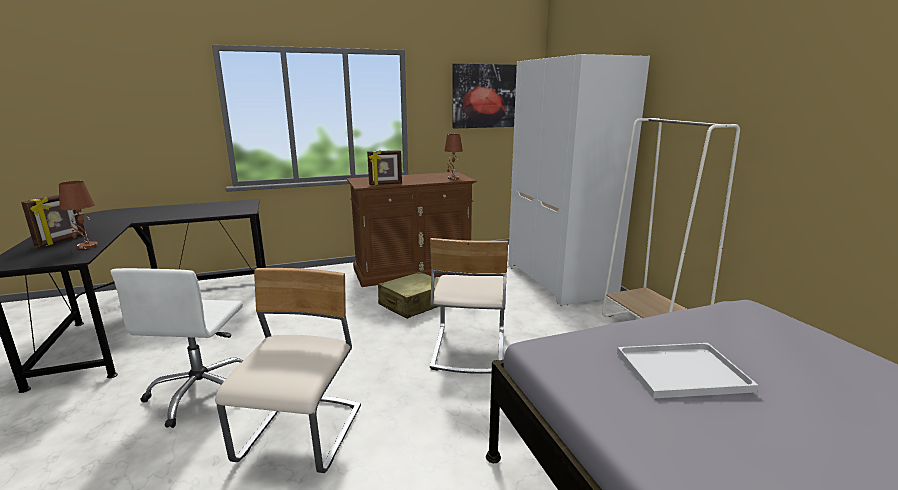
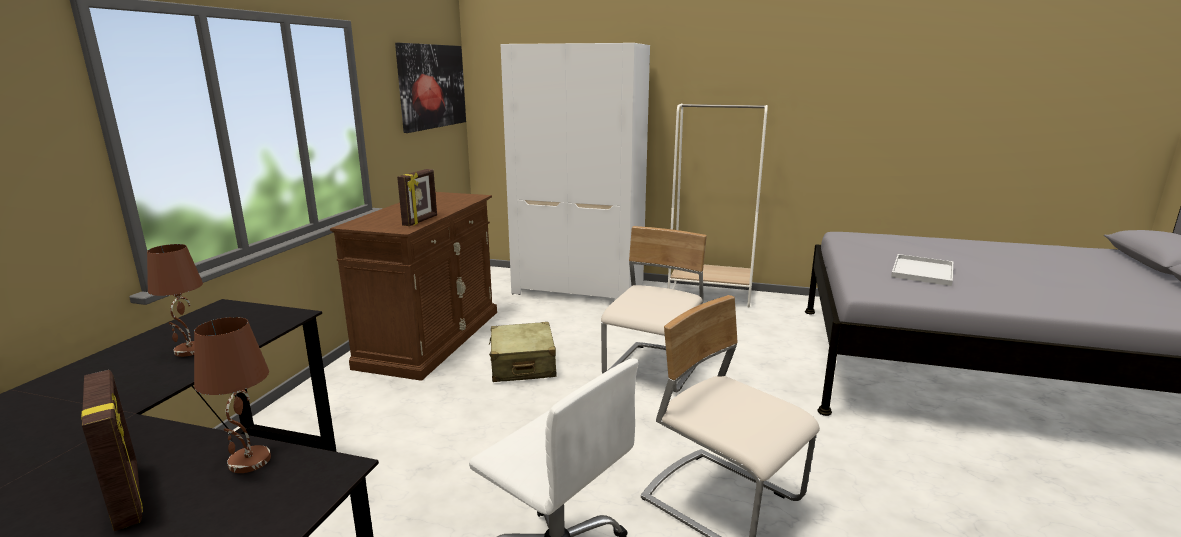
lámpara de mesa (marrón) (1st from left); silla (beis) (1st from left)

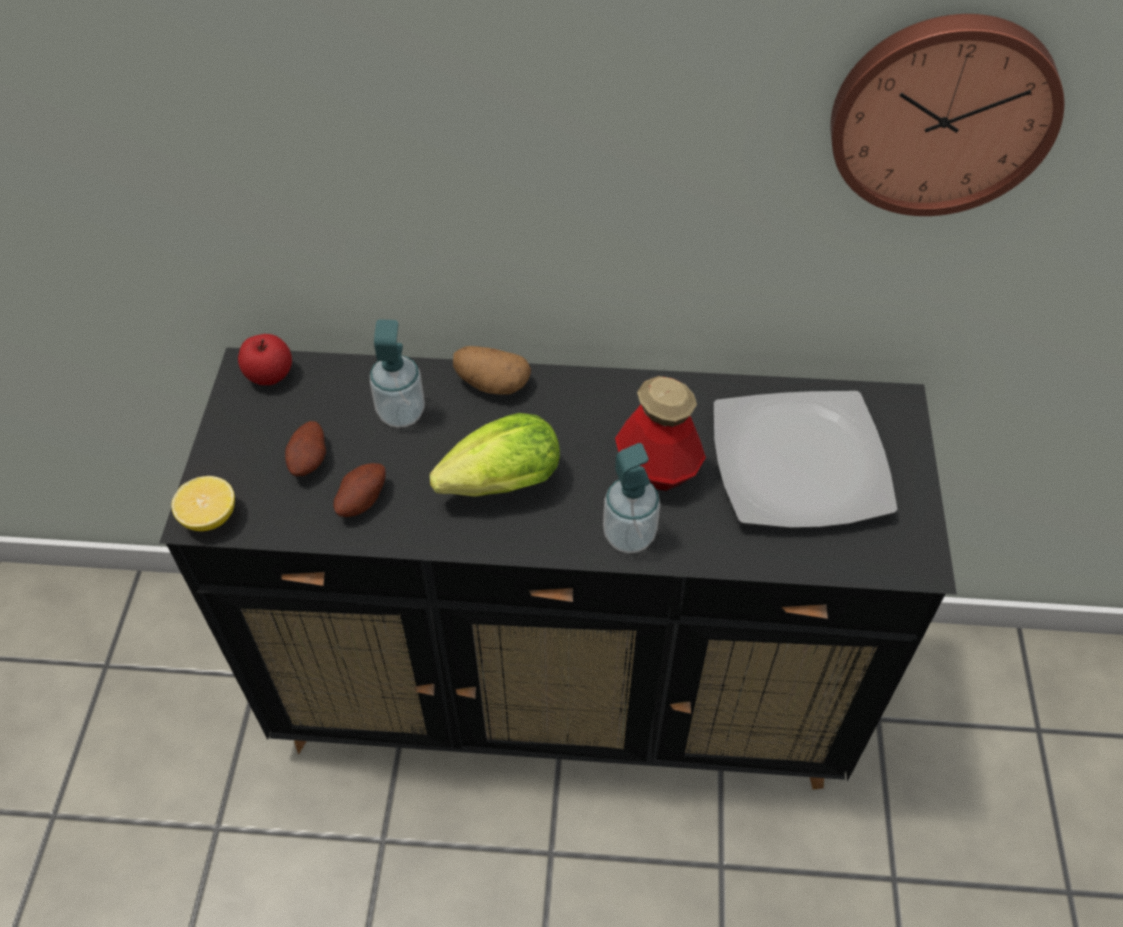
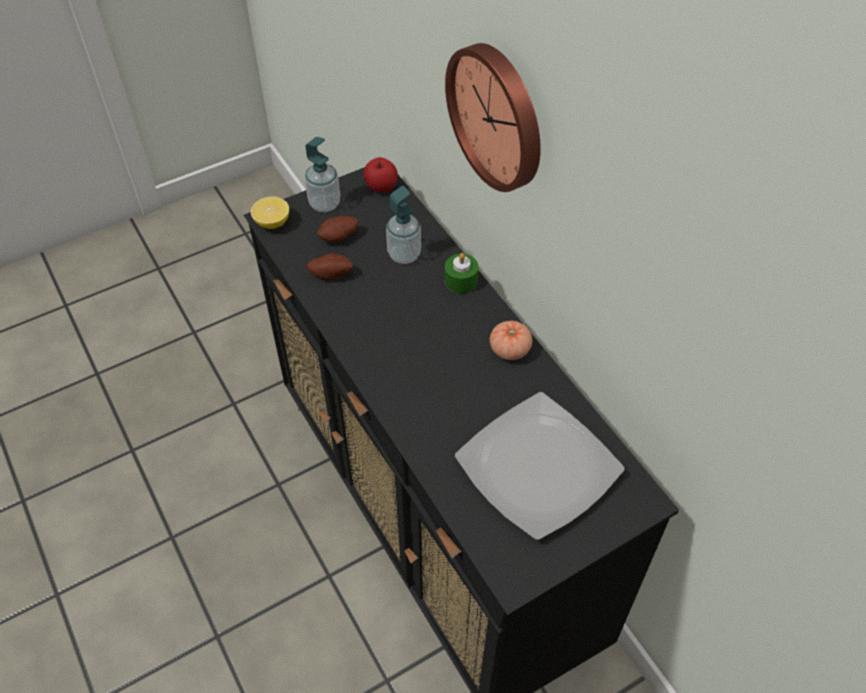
dispensador de jabón (1st from left); reloj de pared; vela (verde); tomate; lechuga; botella

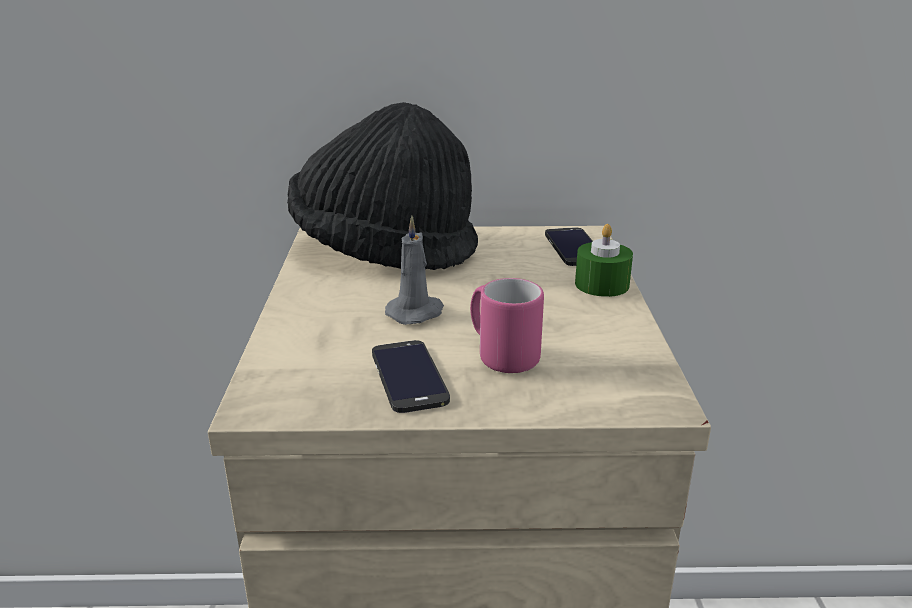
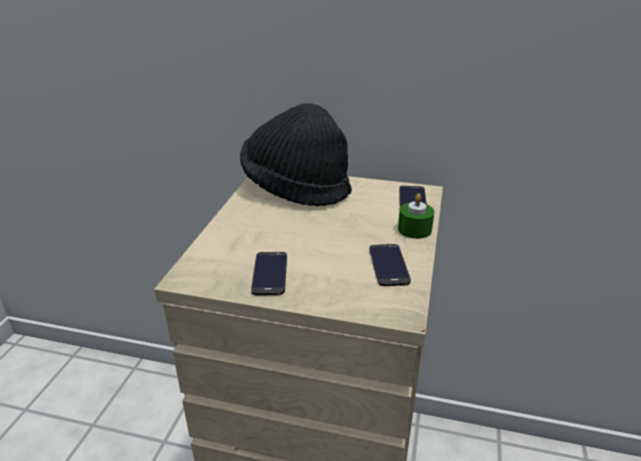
móvil (2nd from left); vela (gris); taza grande (rosa)

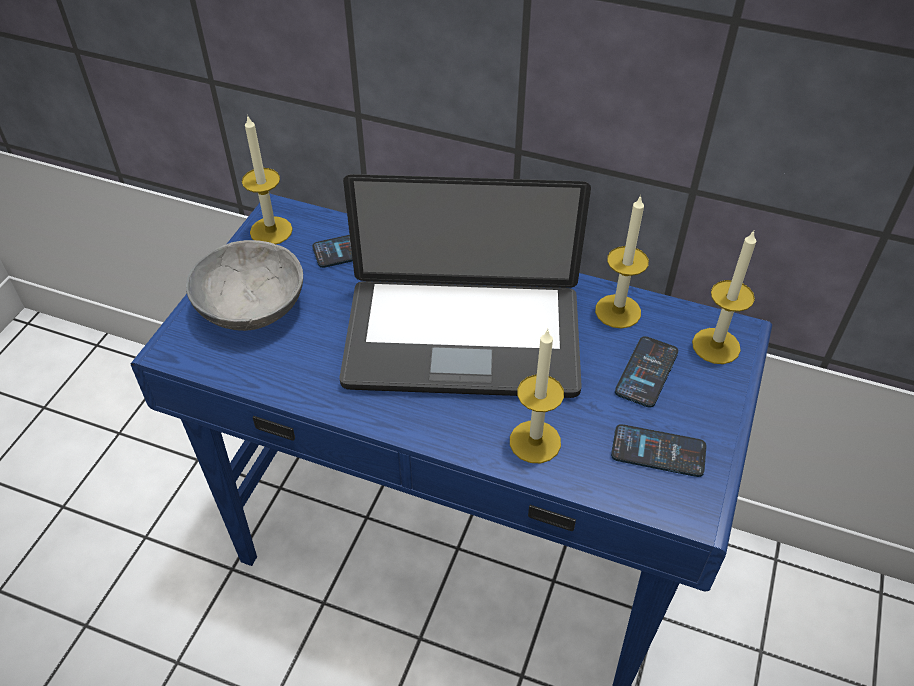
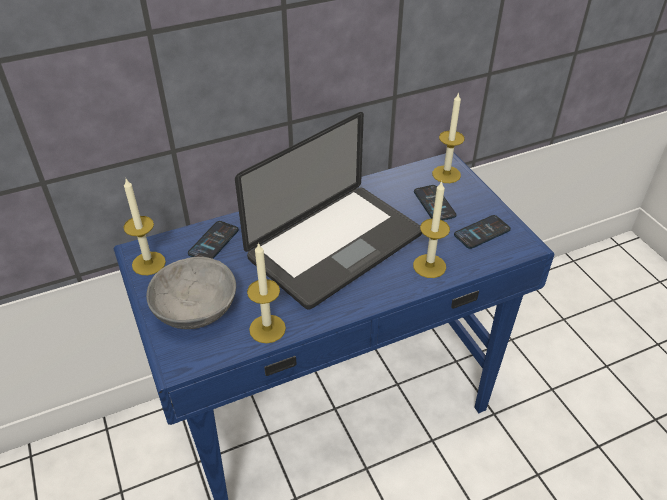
vela (2nd from left)

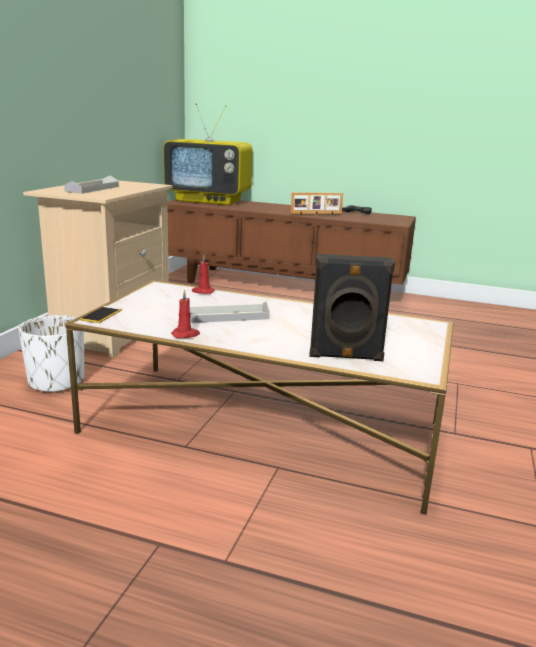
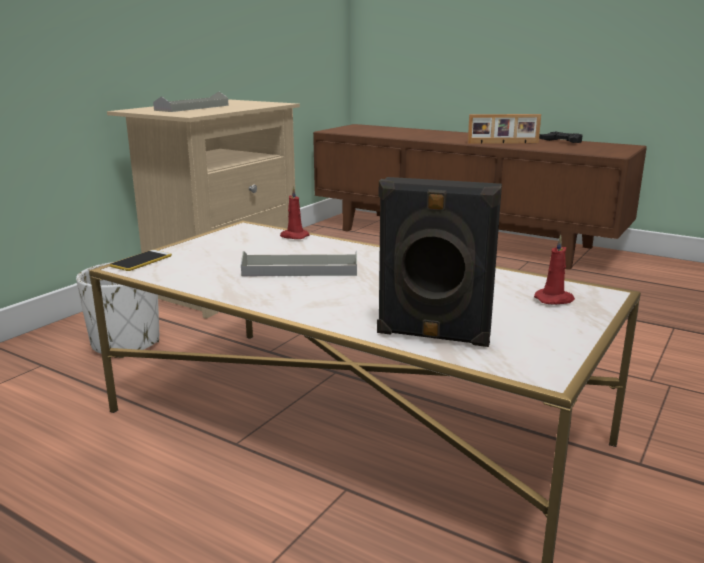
vela (rojo) (2nd from left); televisor

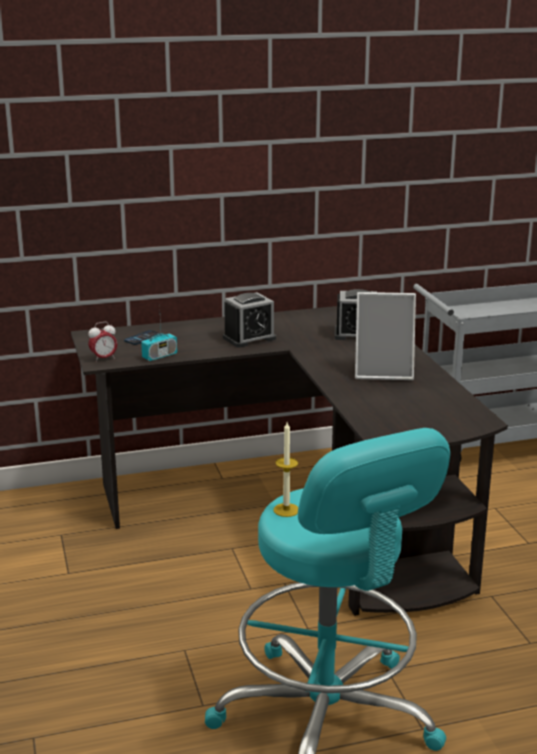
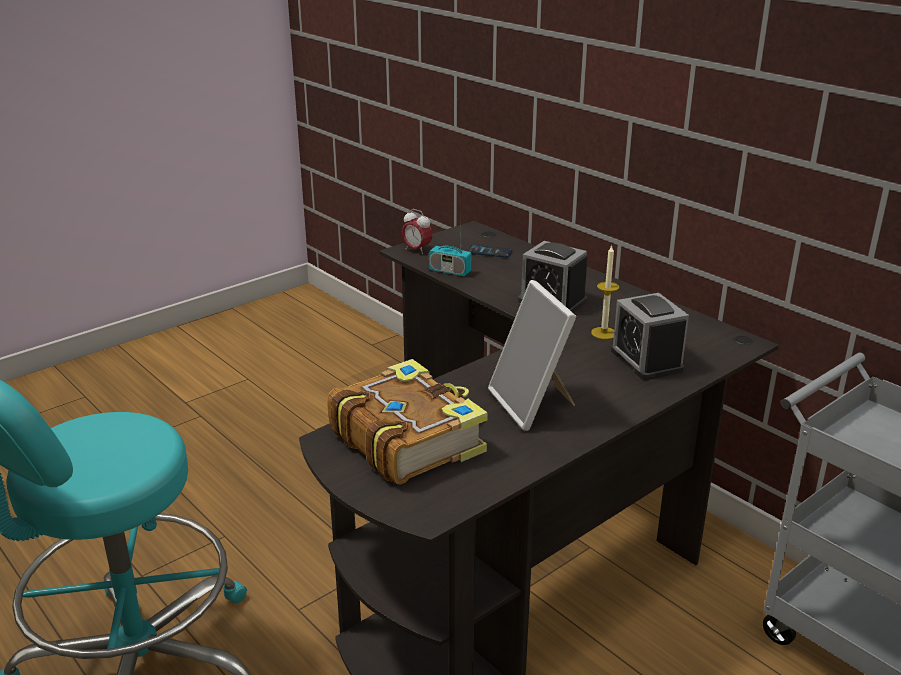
libro; vela

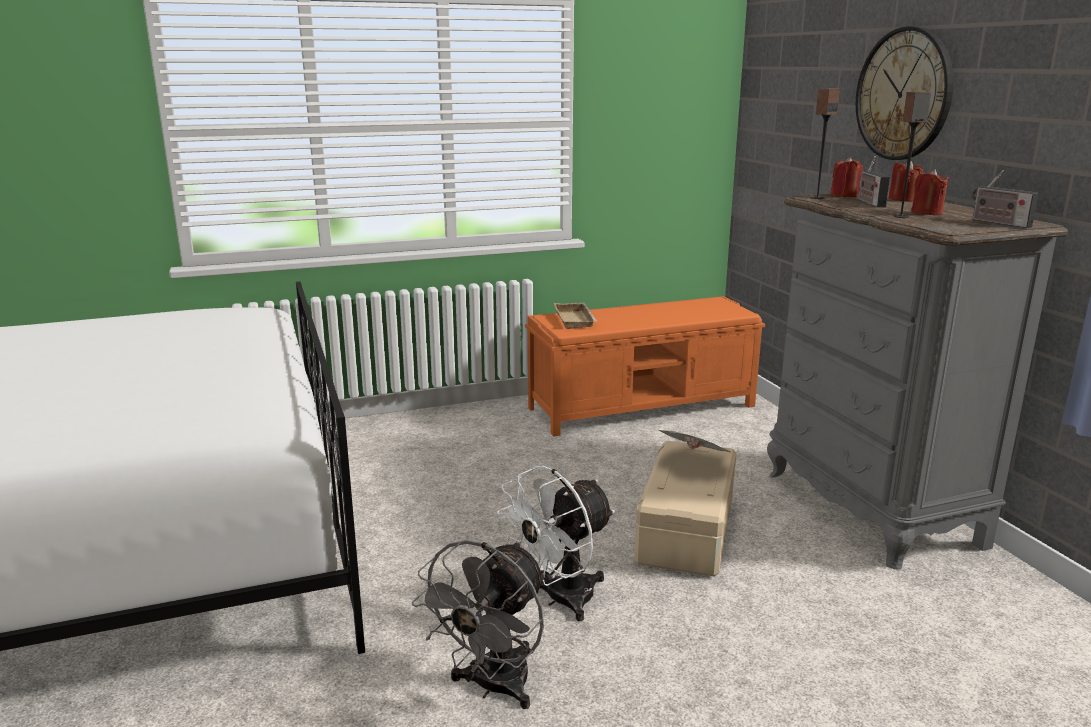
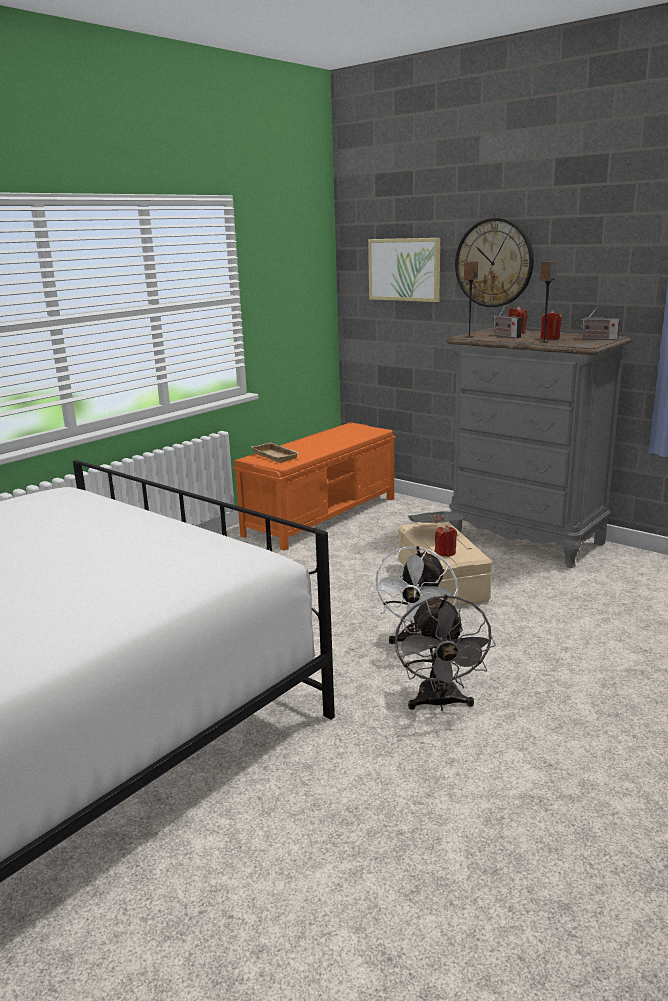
cuadro; vela (rojo) (1st from left)

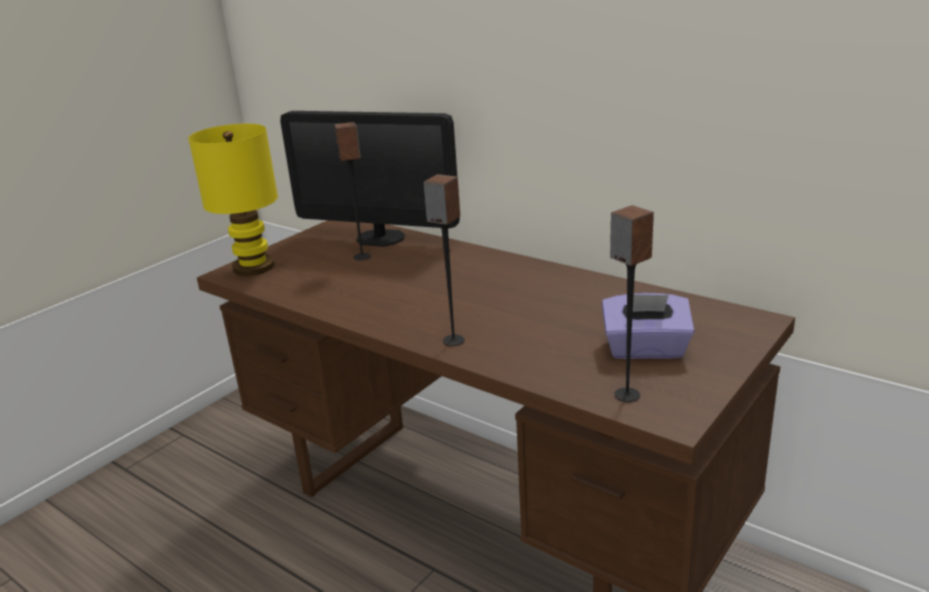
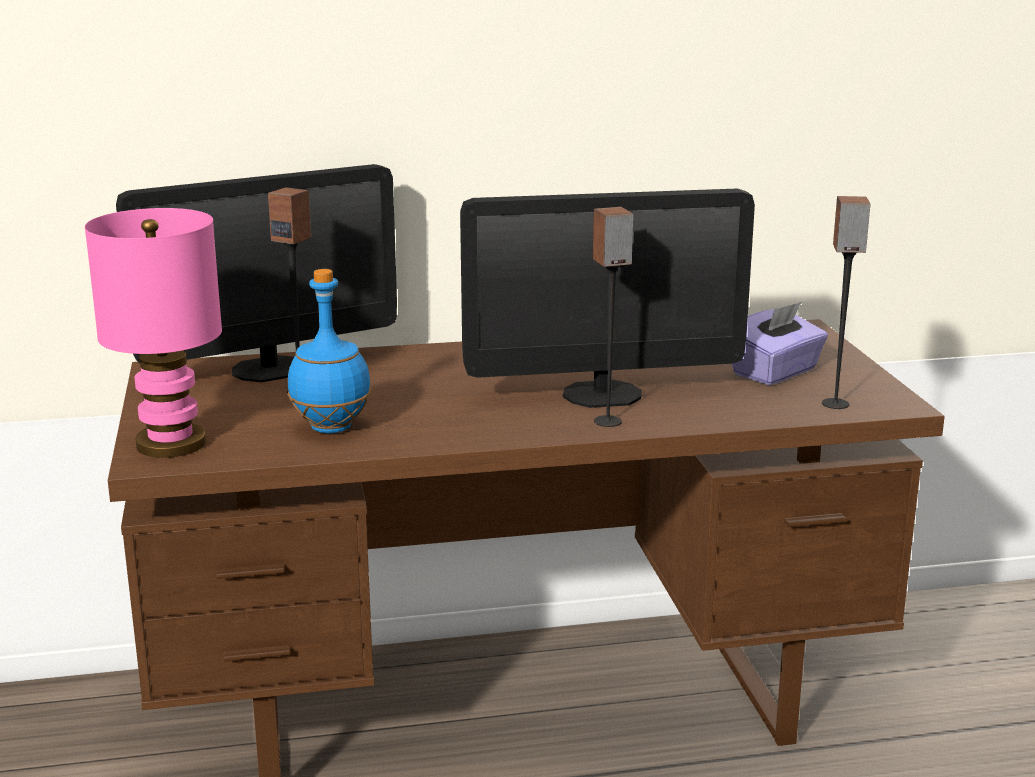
lámpara de mesa (rosa); botella (azul); monitor (2nd from left)

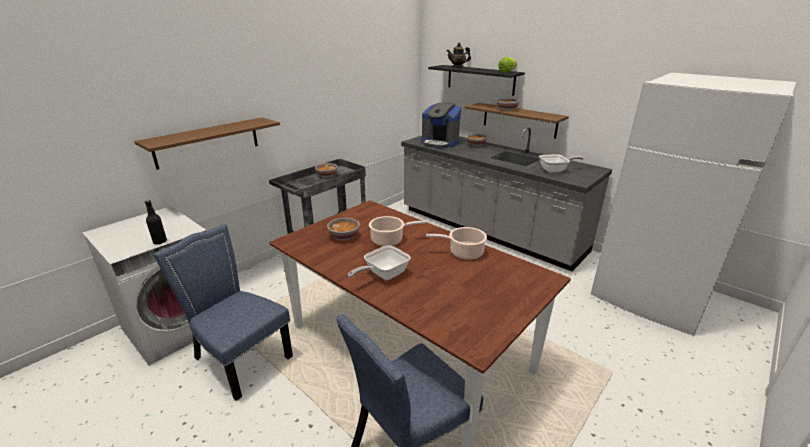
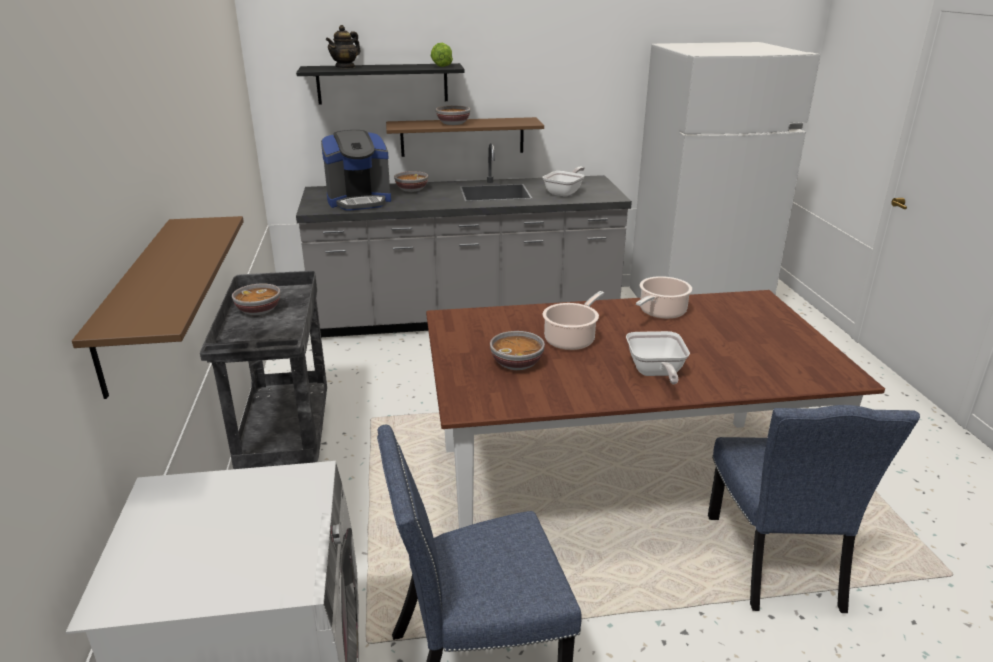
botella (negro)

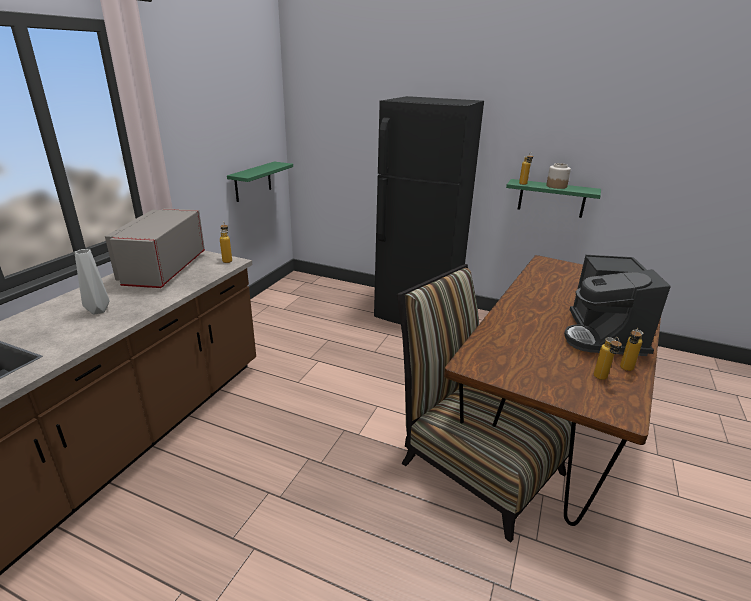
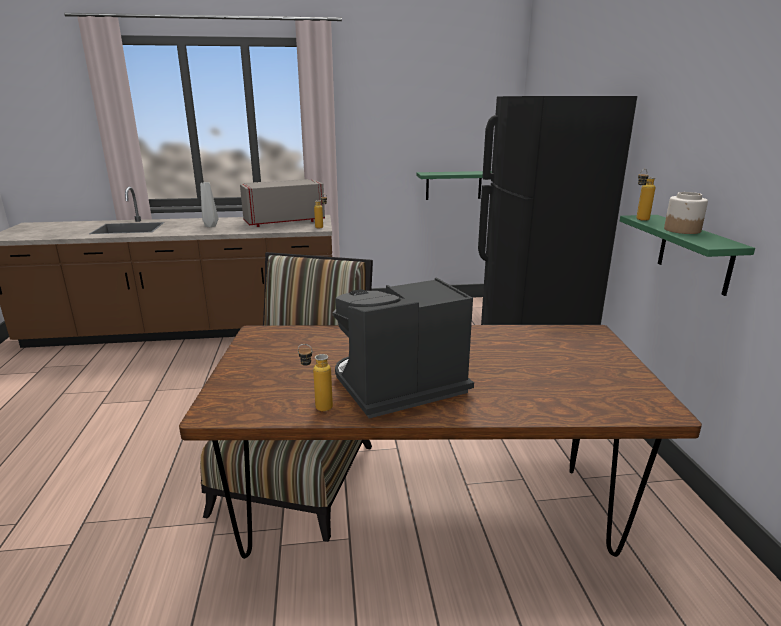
botella (3rd from left in the first image)

